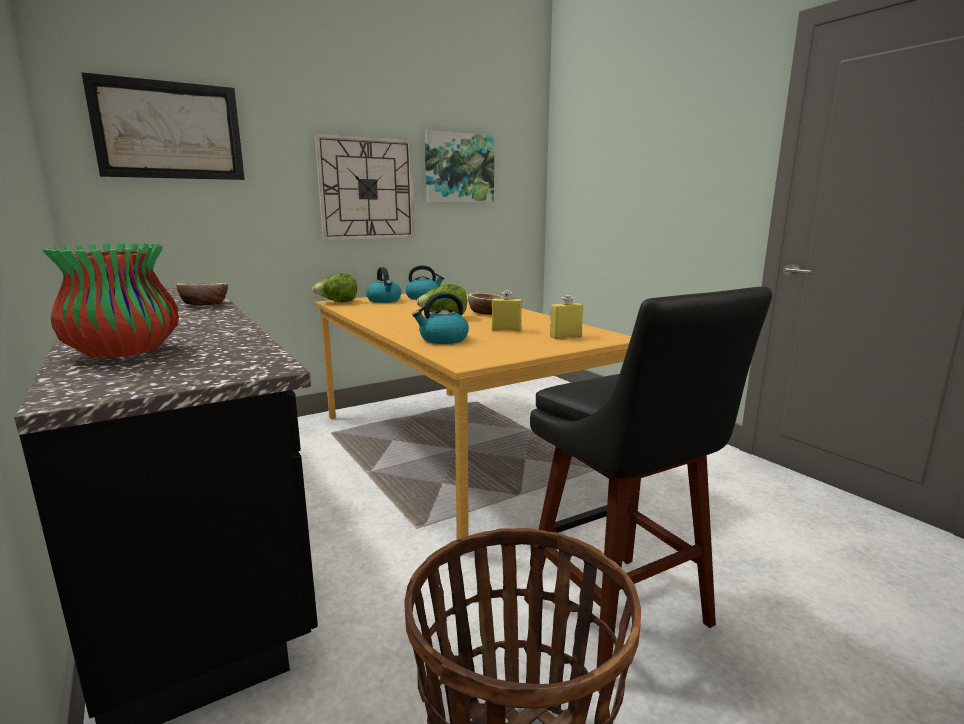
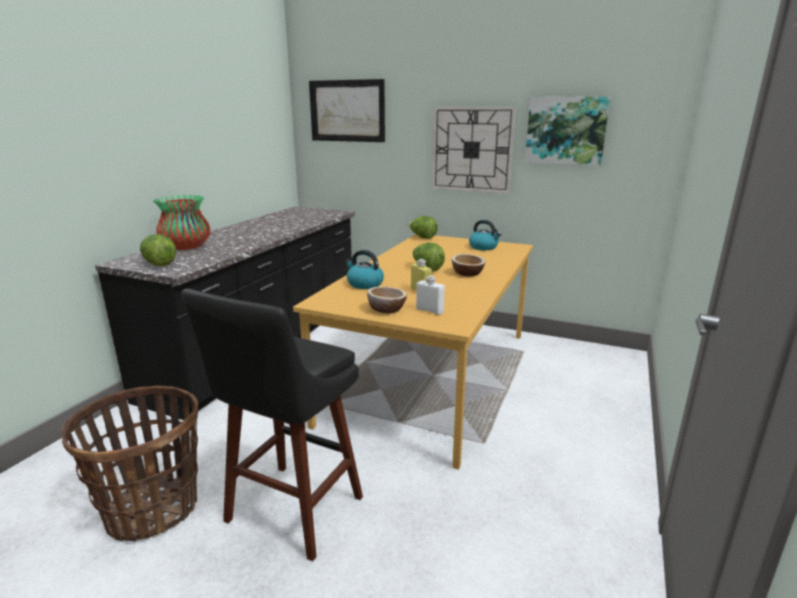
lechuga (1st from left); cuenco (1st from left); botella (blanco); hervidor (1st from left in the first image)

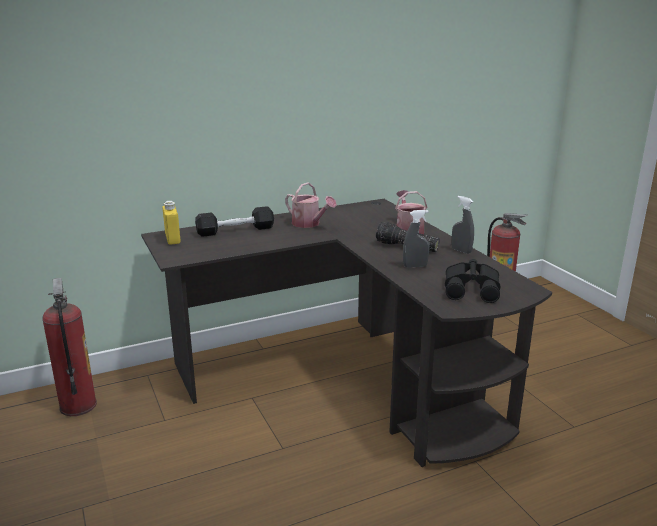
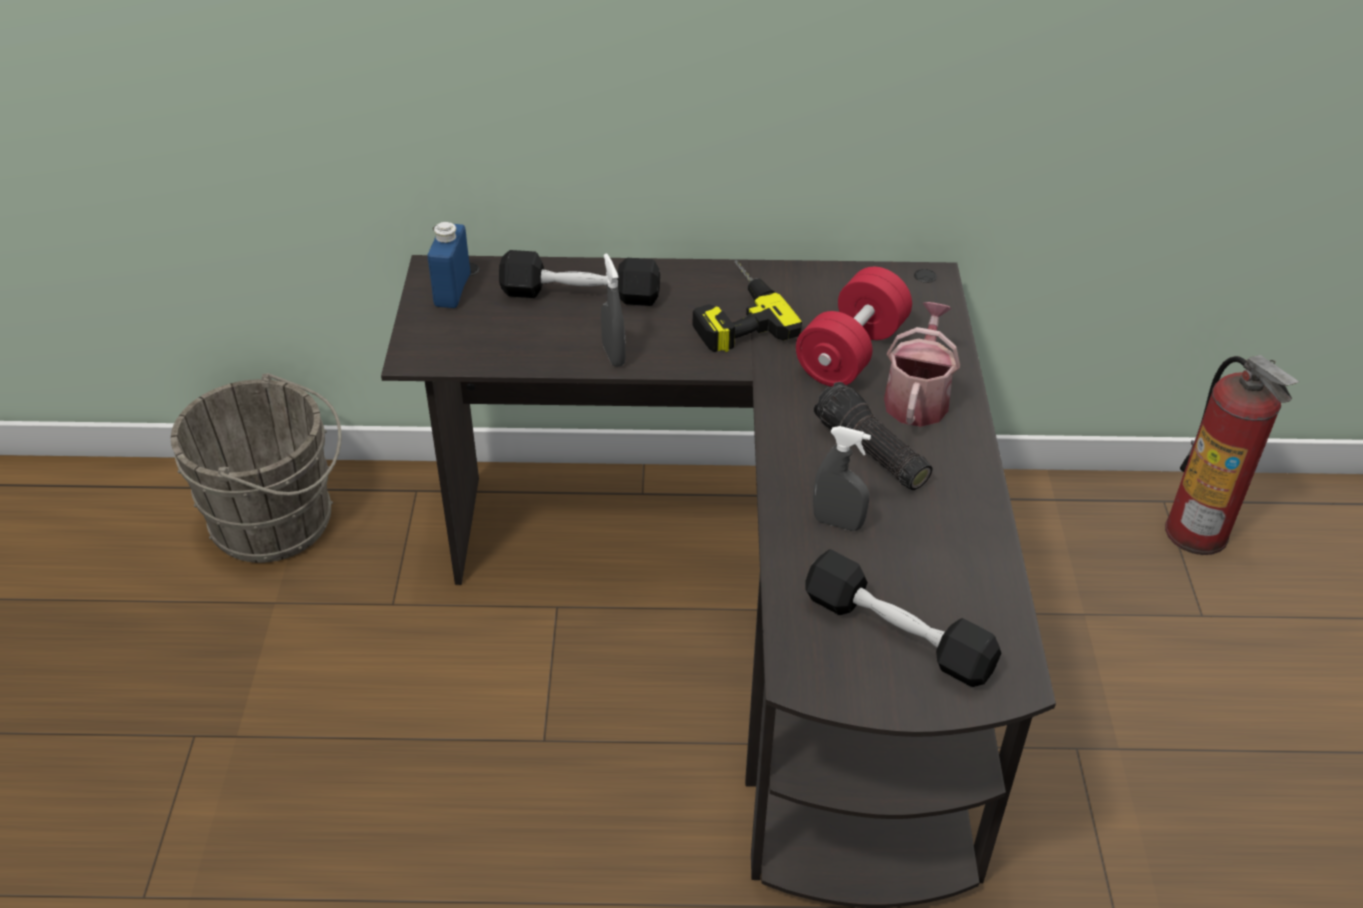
cubo (gris); botella (azul); pulverizador (gris) (1st from left); taladro; mancuerna (rojo); mancuerna (negro) (2nd from left)

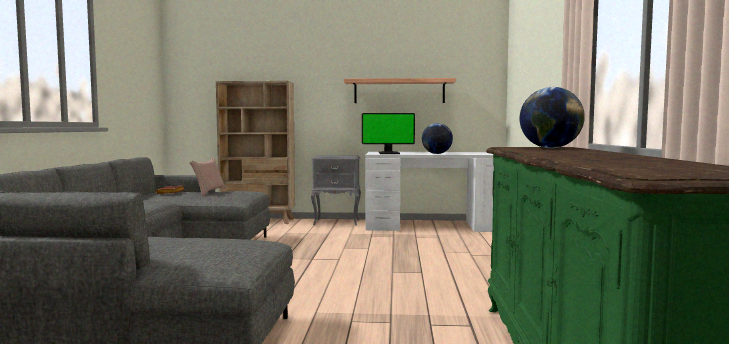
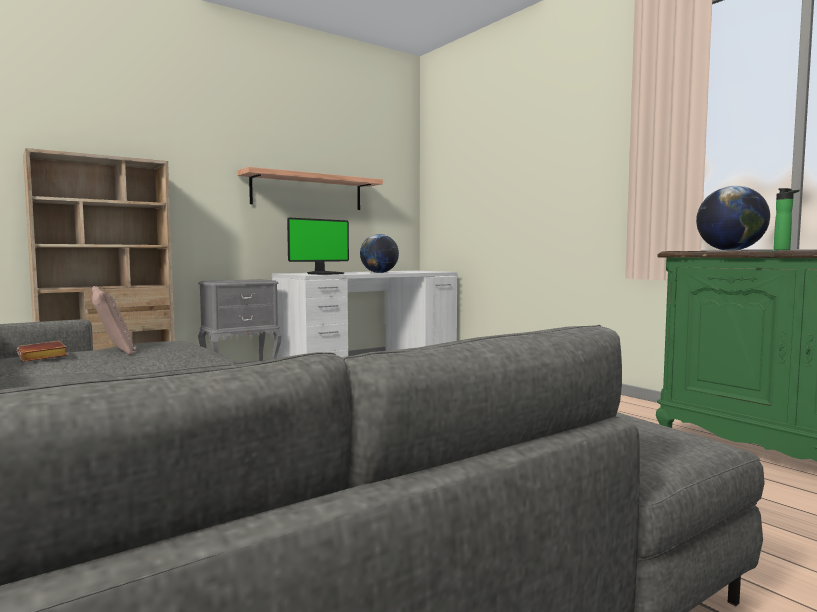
botella

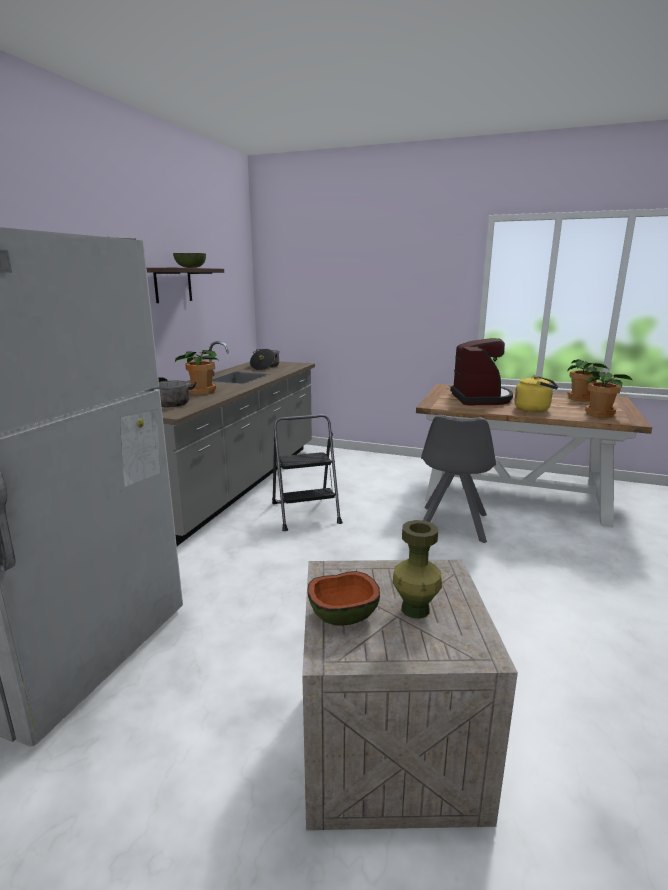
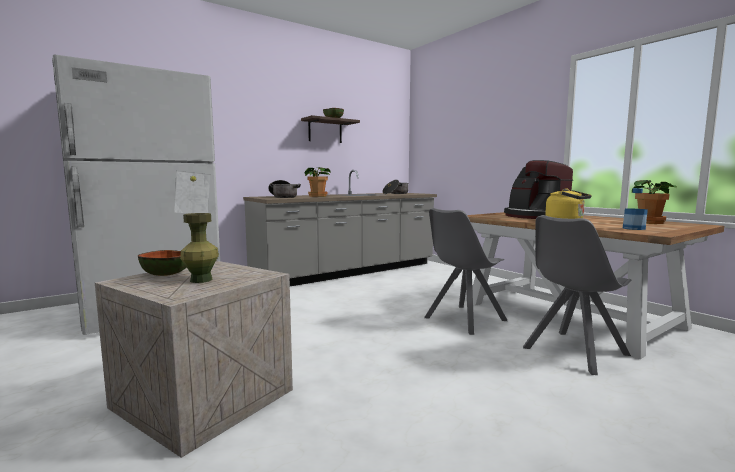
cafetera; silla (gris) (2nd from left); botella; escalera de tijera (negro)

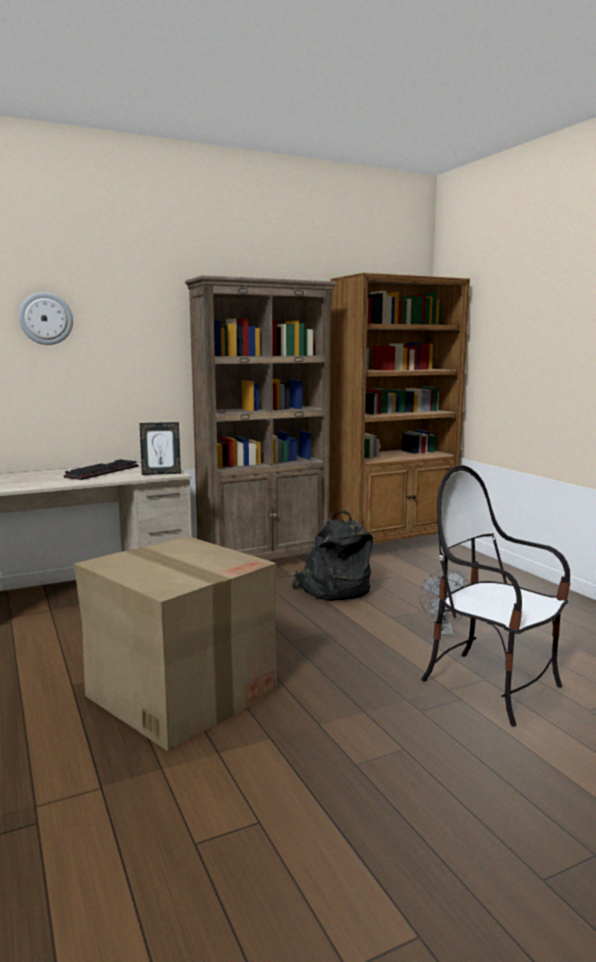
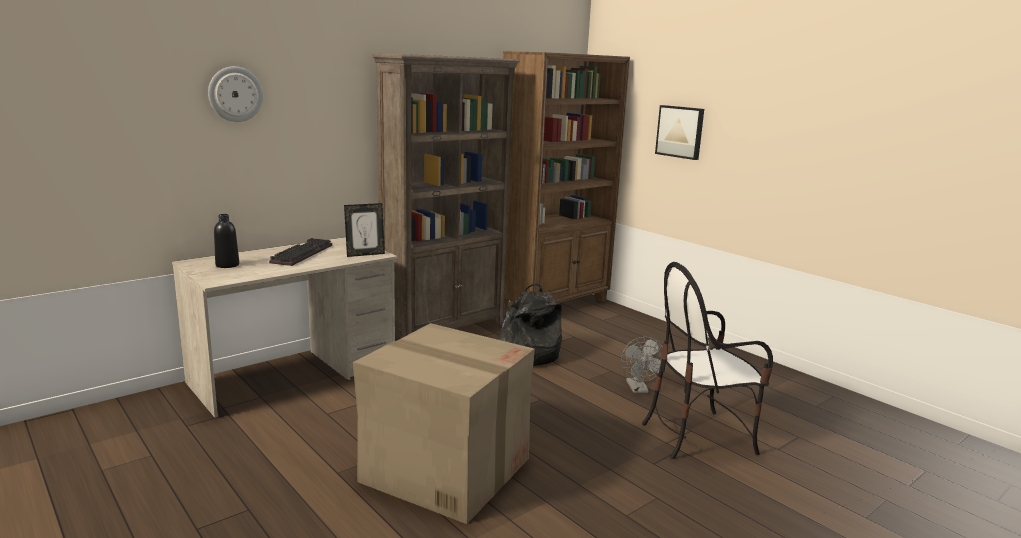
botella (negro); silla; cuadro

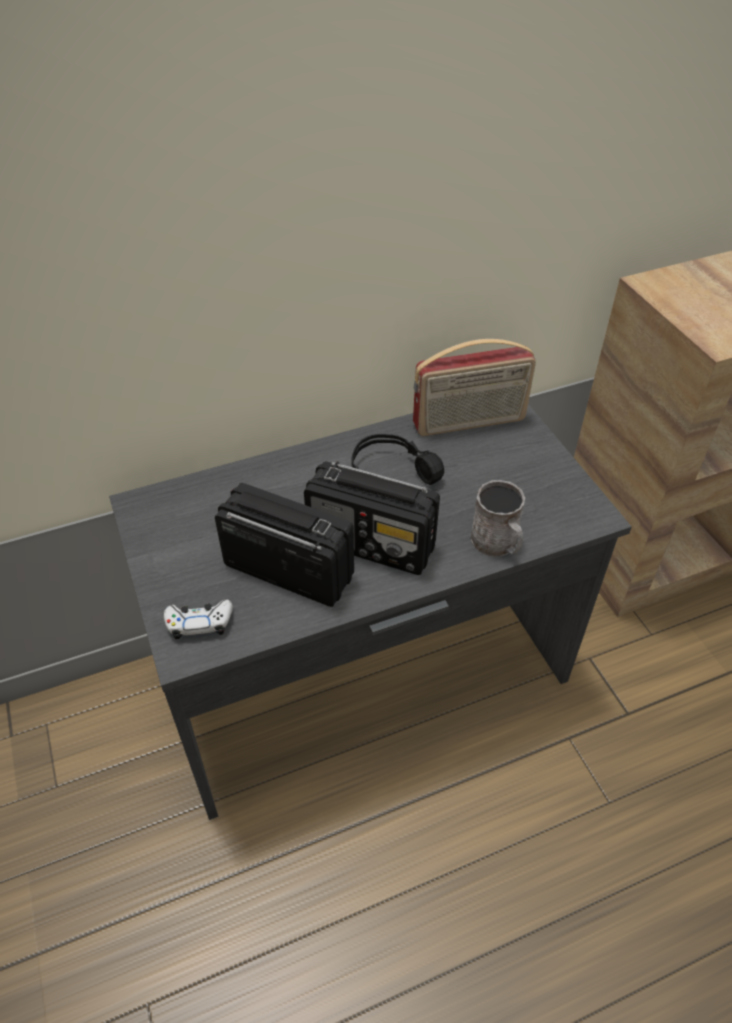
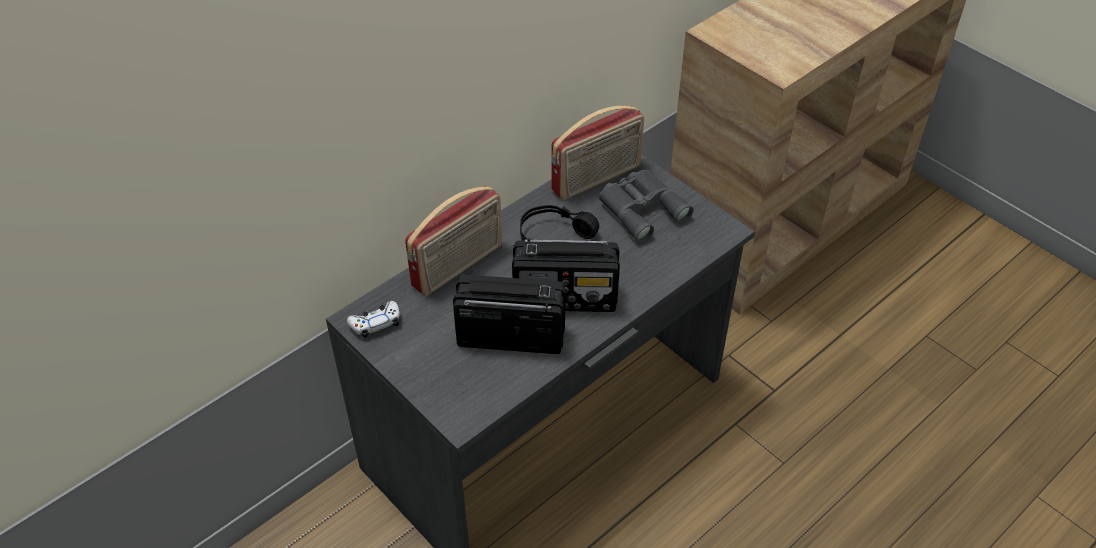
mando de consola (blanco); radio (1st from left); prismáticos (gris); taza grande (gris)

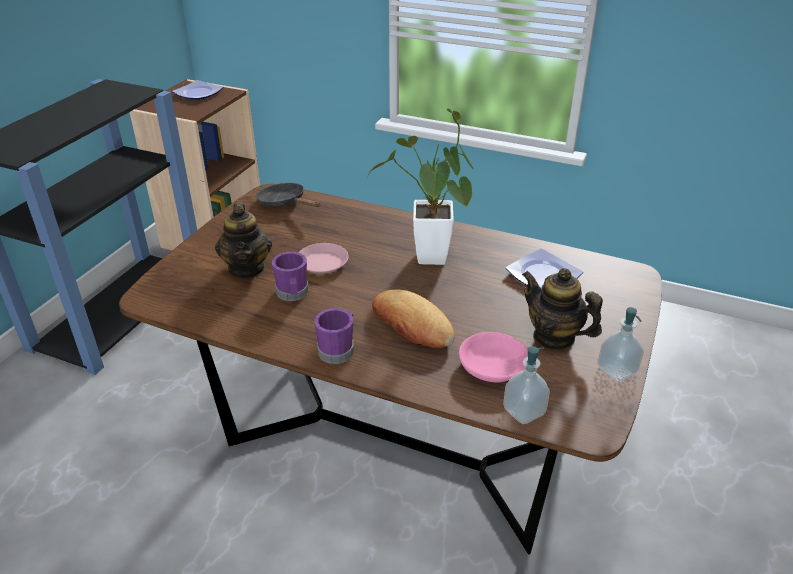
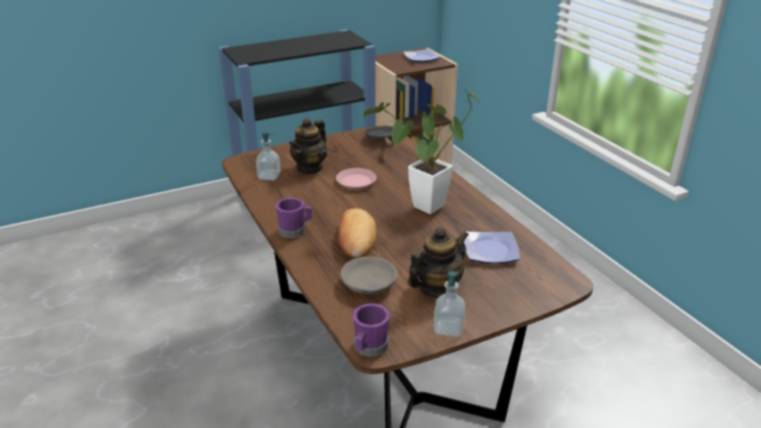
dispensador de jabón (1st from left); cuenco (gris); taza grande (morado) (2nd from left); tetera (2nd from left)

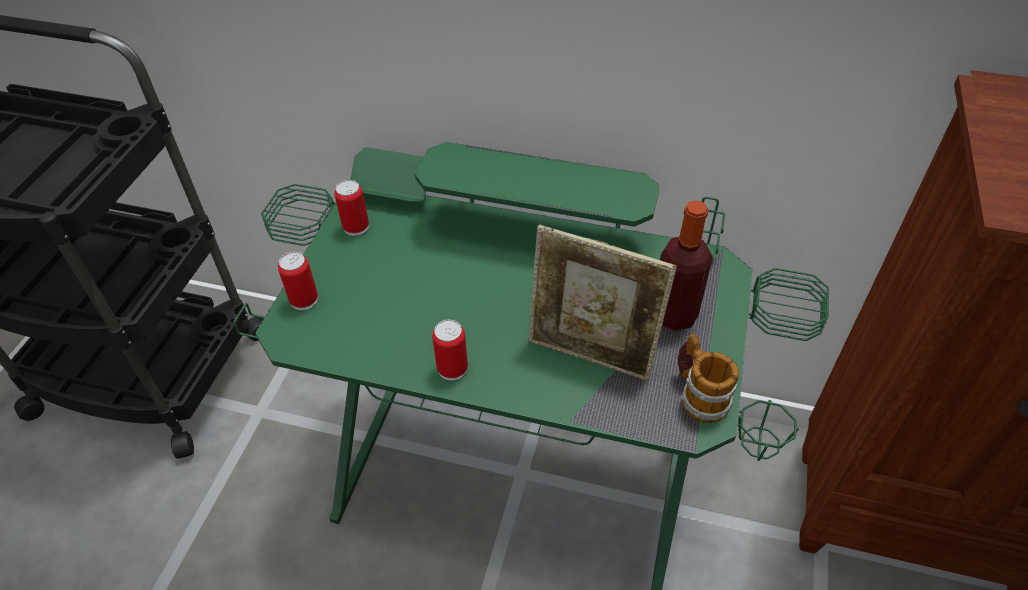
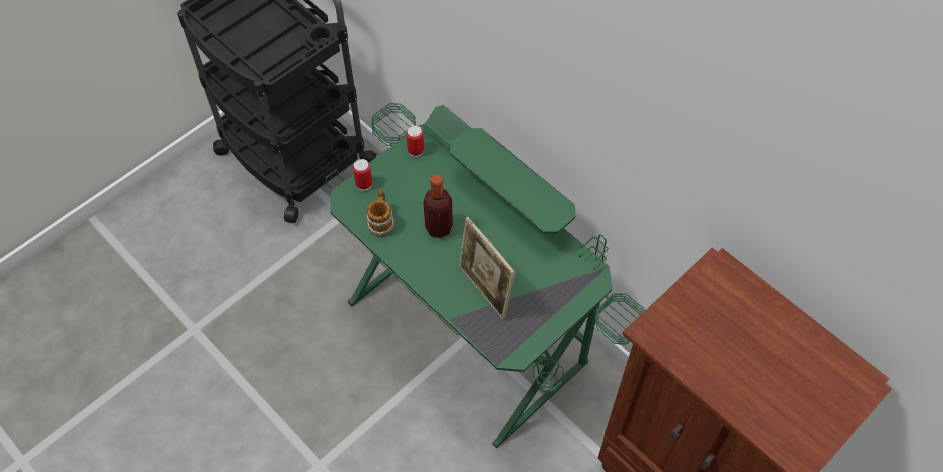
taza grande; botella; lata (3rd from left in the first image)

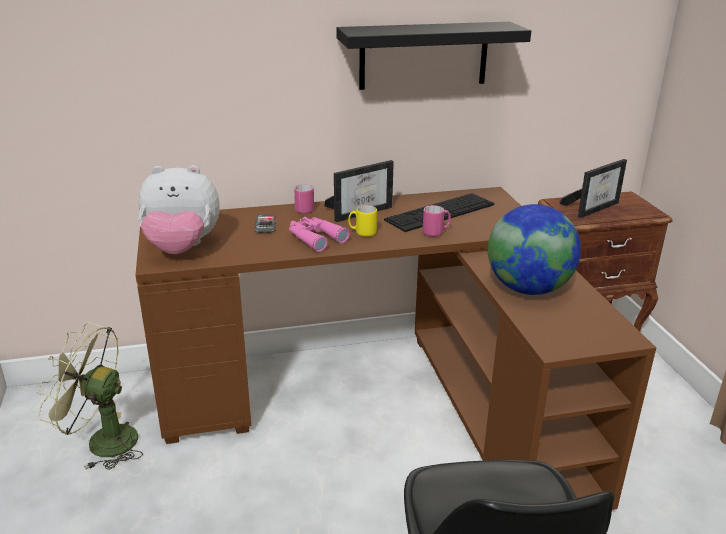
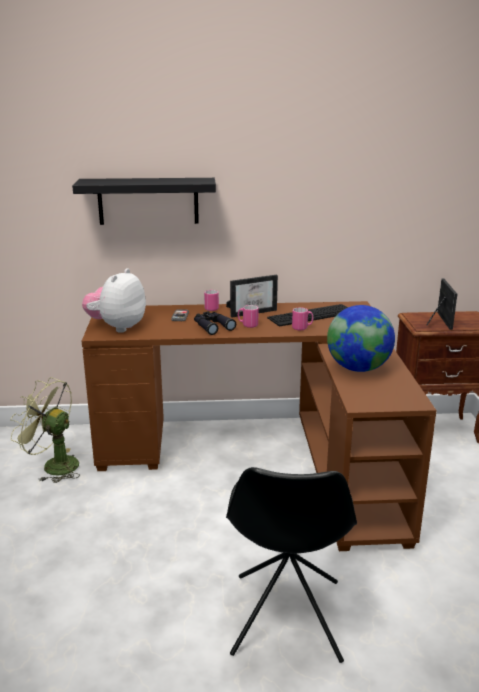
estante (negro); peluche; prismáticos (negro); taza grande (rosa) (2nd from left); portarretratos (2nd from left)

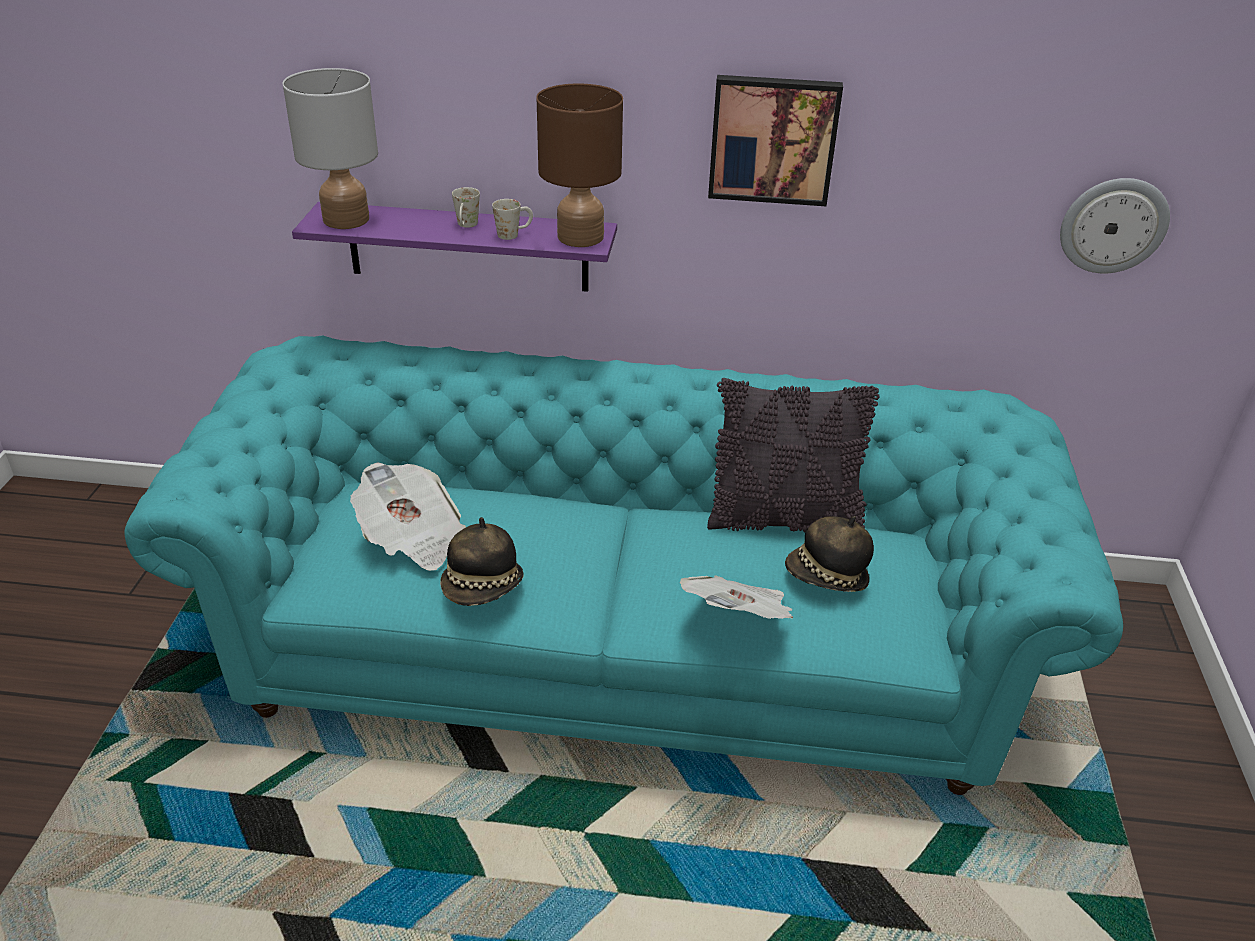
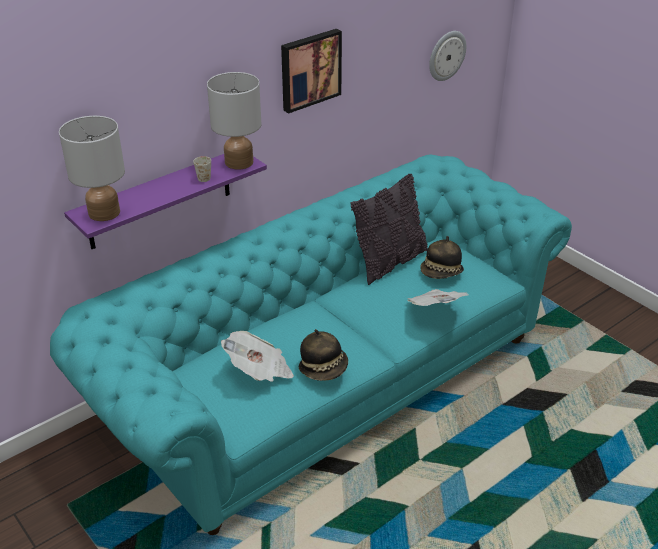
lámpara de mesa (gris) (2nd from left); taza grande (blanco) (1st from left in the first image)

